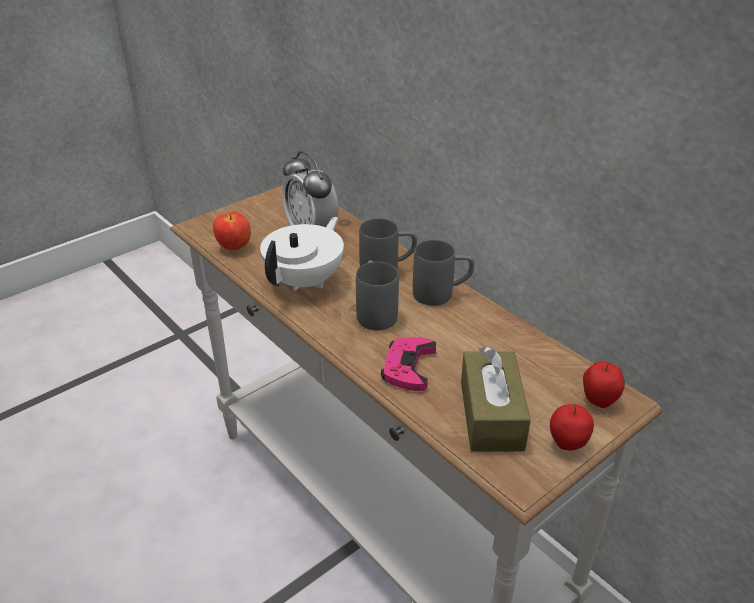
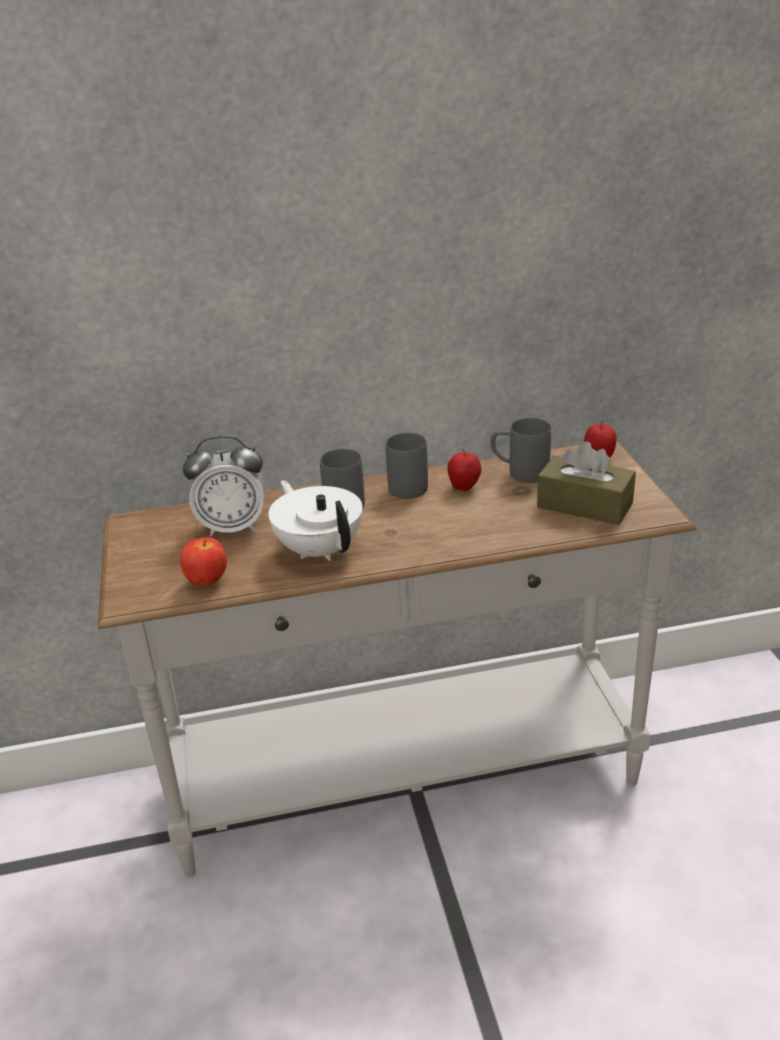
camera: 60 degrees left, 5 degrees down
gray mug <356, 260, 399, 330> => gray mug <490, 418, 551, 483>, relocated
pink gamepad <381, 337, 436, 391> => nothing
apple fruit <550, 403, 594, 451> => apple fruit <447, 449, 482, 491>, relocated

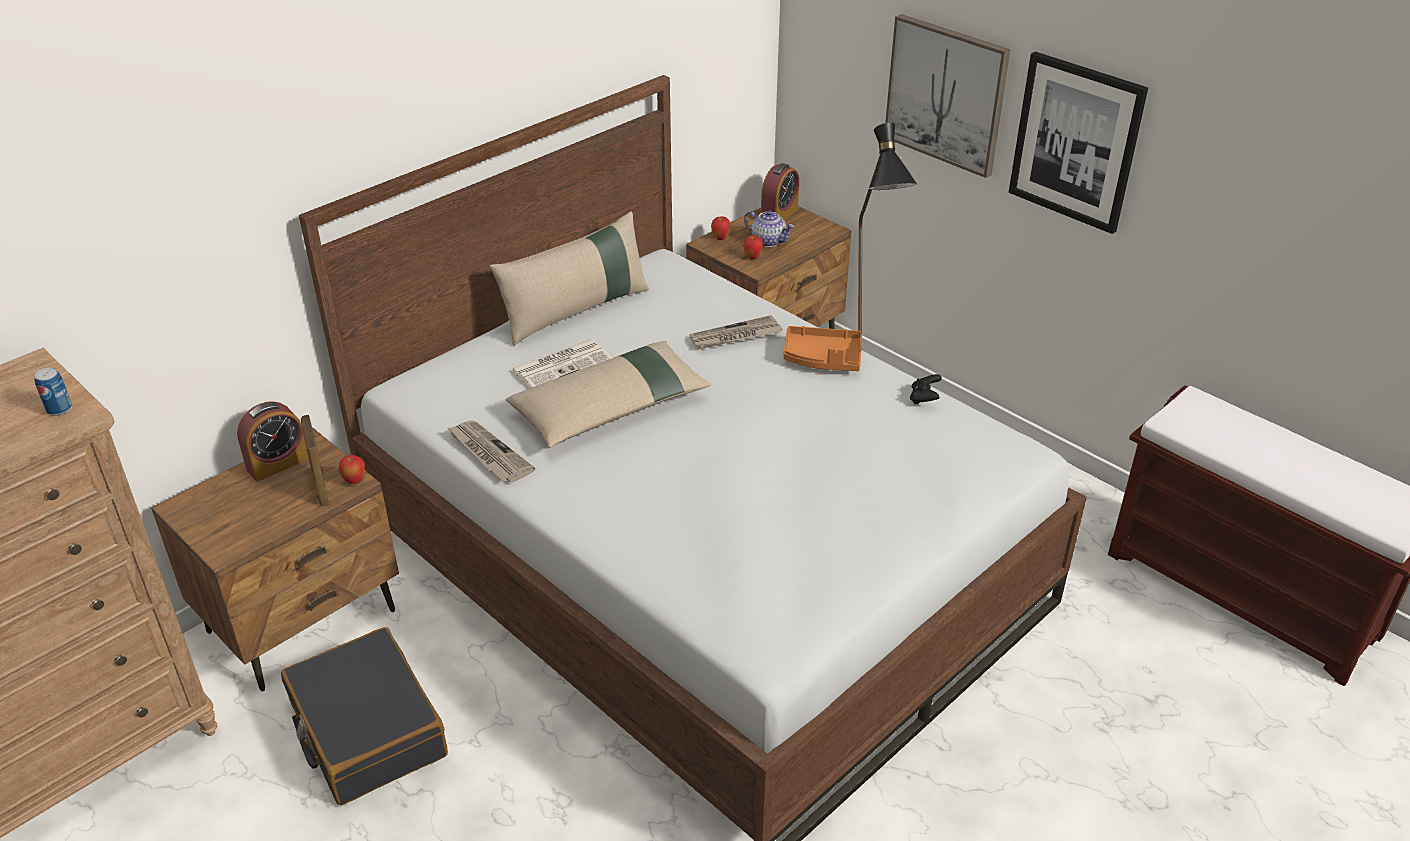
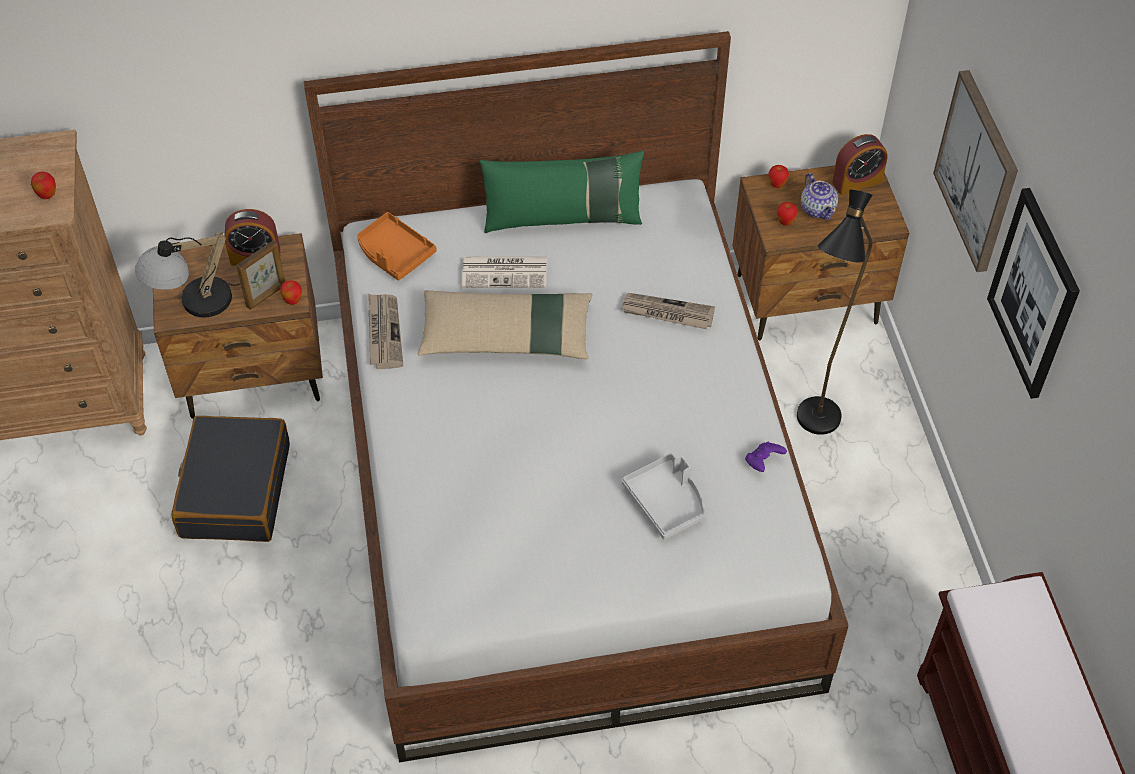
camera: 35 degrees right, 15 degrees up
sealed can <34, 368, 72, 416> => apple fruit <31, 172, 56, 199>
photo frame <301, 415, 330, 507> => photo frame <236, 240, 285, 310>, 150 degrees counterclockwise
sand-coloured throw pillow <490, 212, 649, 346> => greenish throw pillow <480, 151, 644, 233>
orange-coloured carrying tray <784, 326, 862, 371> => orange-coloured carrying tray <357, 212, 436, 281>, relocated
black gamepad <910, 374, 942, 404> => purple gamepad <745, 442, 787, 472>
nothing => tabletop lamp <135, 232, 241, 317>
nothing => gray carrying tray <622, 454, 705, 540>

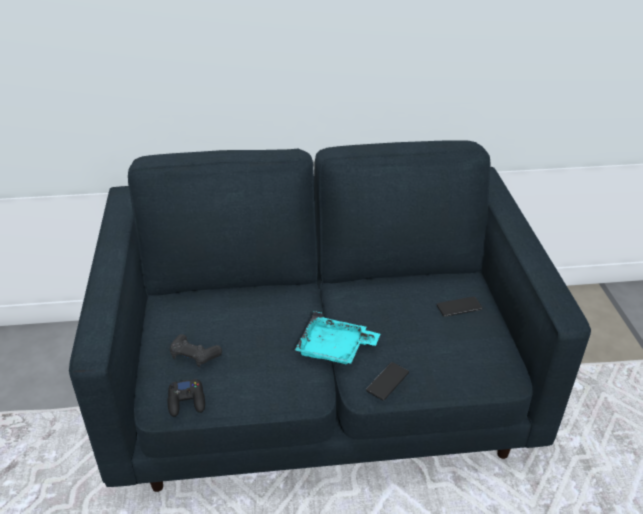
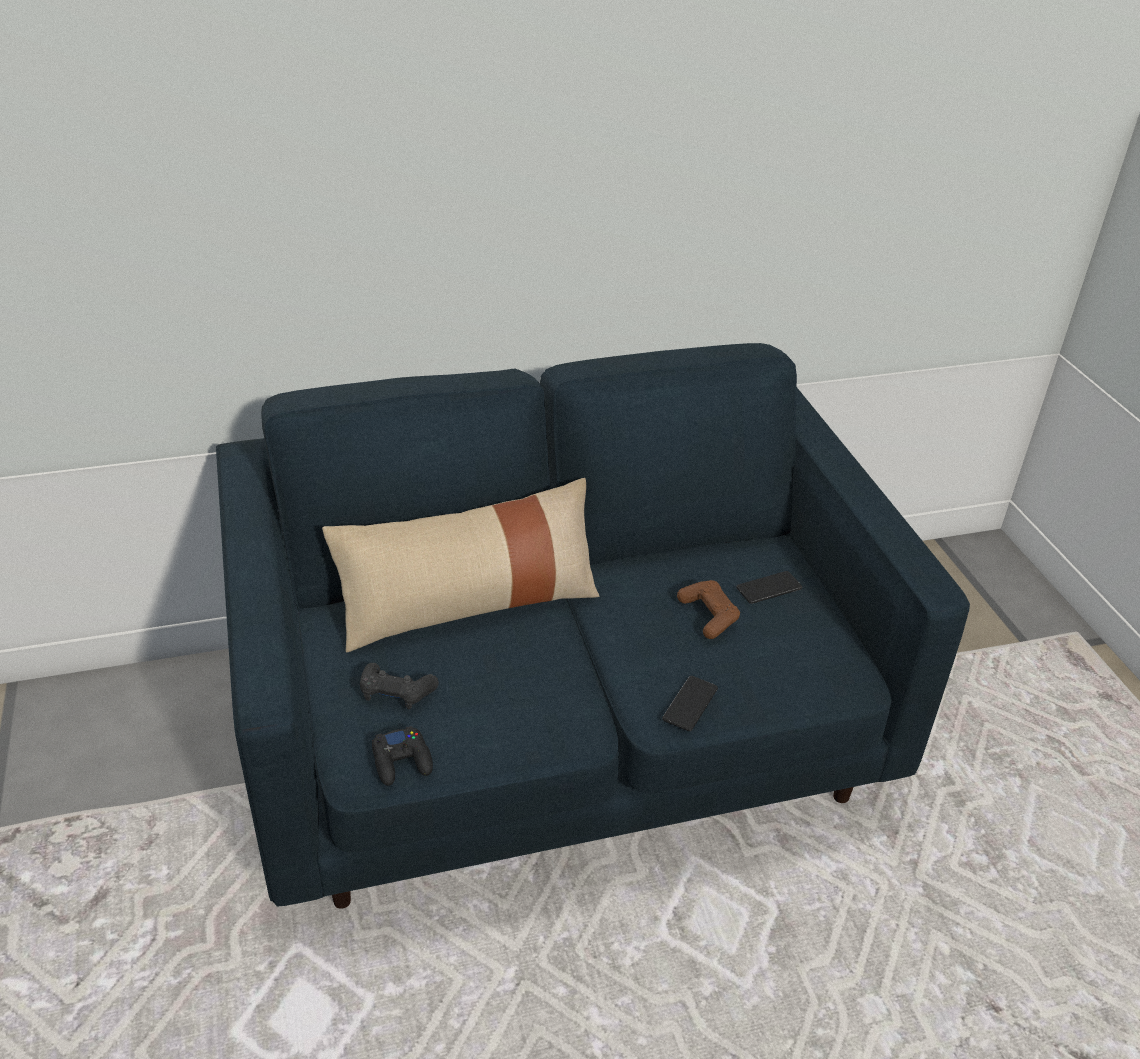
camera: 10 degrees left, 0 degrees up
turquoise carrying tray <295, 311, 380, 365> => nothing
nothing => sand-coloured throw pillow <322, 478, 600, 652>
nothing => brown gamepad <677, 580, 740, 639>

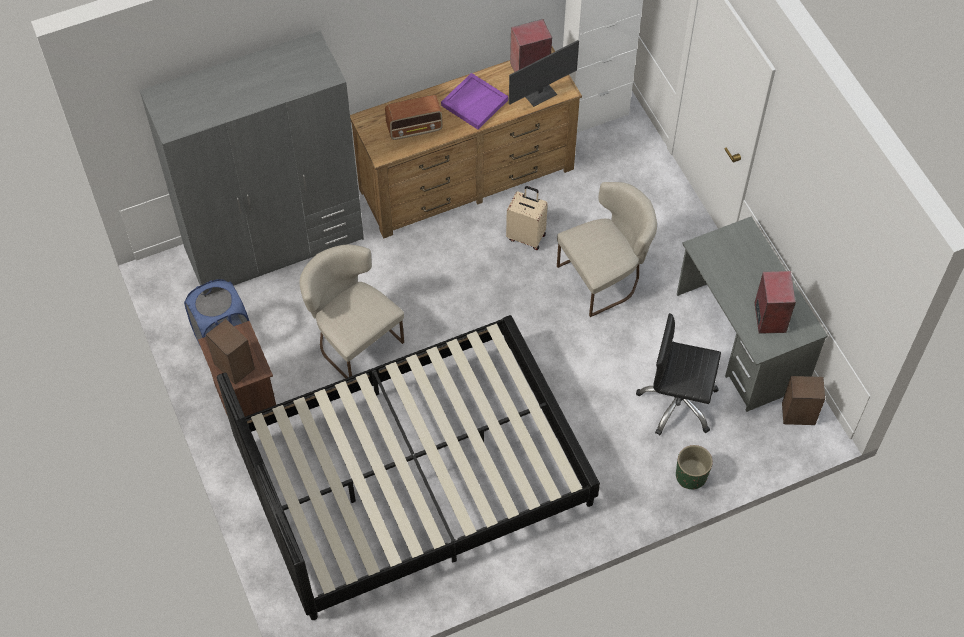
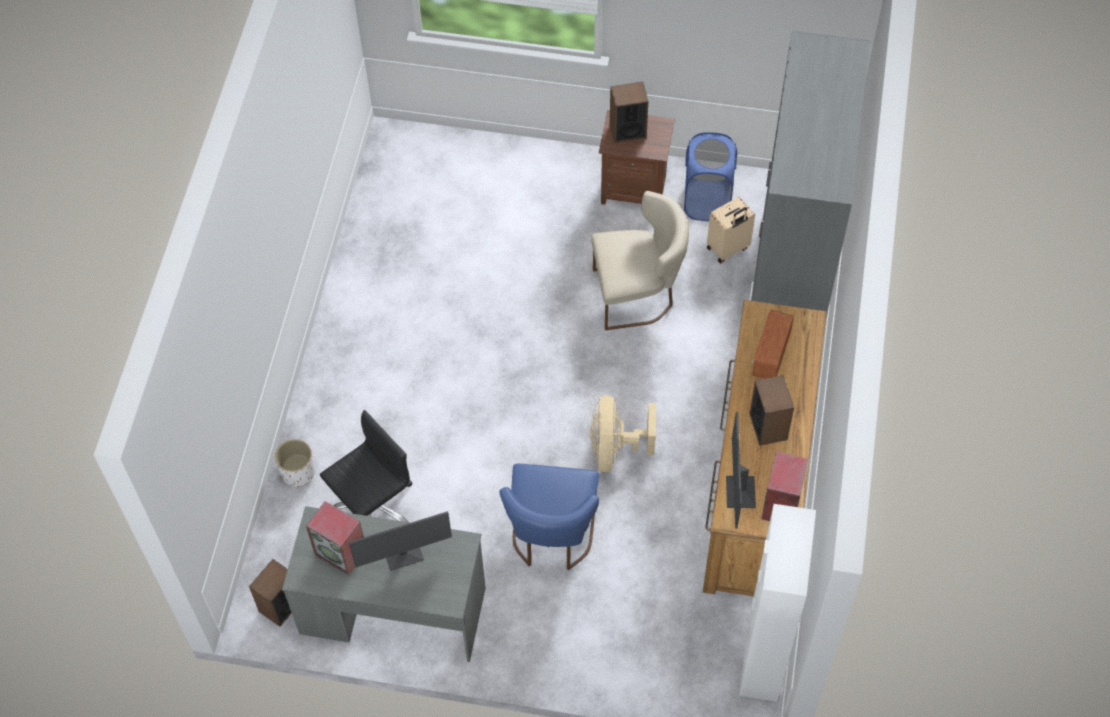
camera: 125 degrees right, 0 degrees up
black sleeping bed <217, 315, 600, 620> => nothing
purple carrying tray <441, 73, 508, 129> => speaker <749, 375, 794, 446>
sand-coloured travel case <506, 186, 548, 250> => sand-coloured travel case <707, 197, 755, 263>, relocated
sand-coloured chair <557, 182, 657, 317> => bluish chair <499, 464, 599, 570>
greenish planter <676, 445, 713, 489> => white planter <275, 439, 315, 487>
nothing => computer display <349, 511, 452, 571>
nothing => sand-coloured electric fan <590, 396, 656, 472>

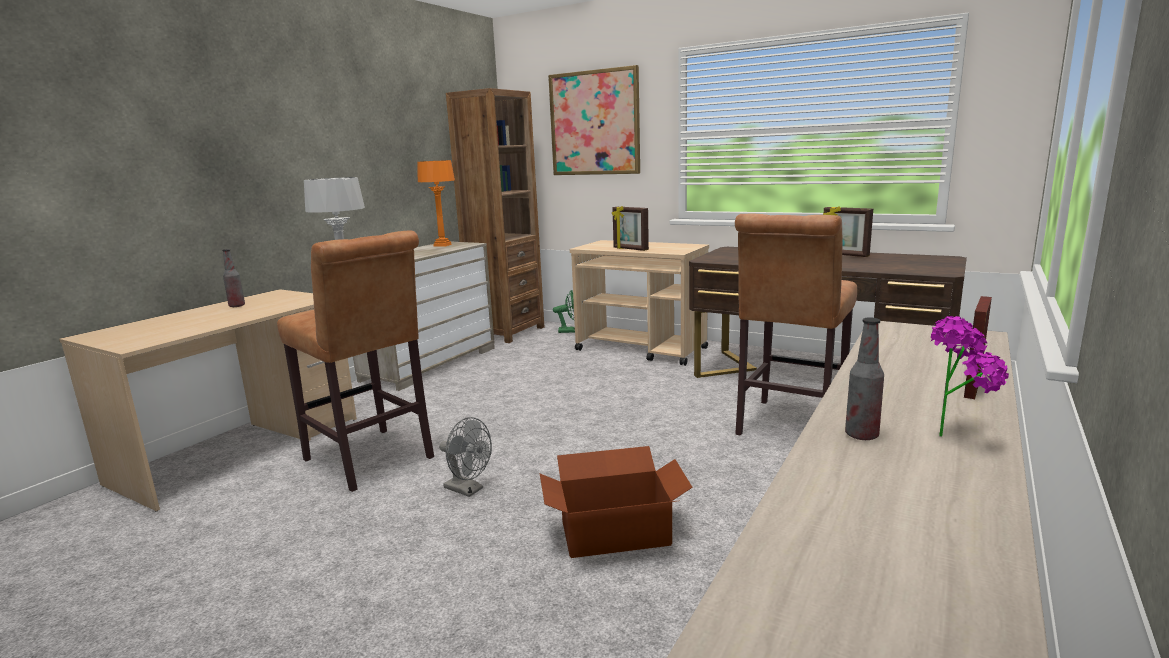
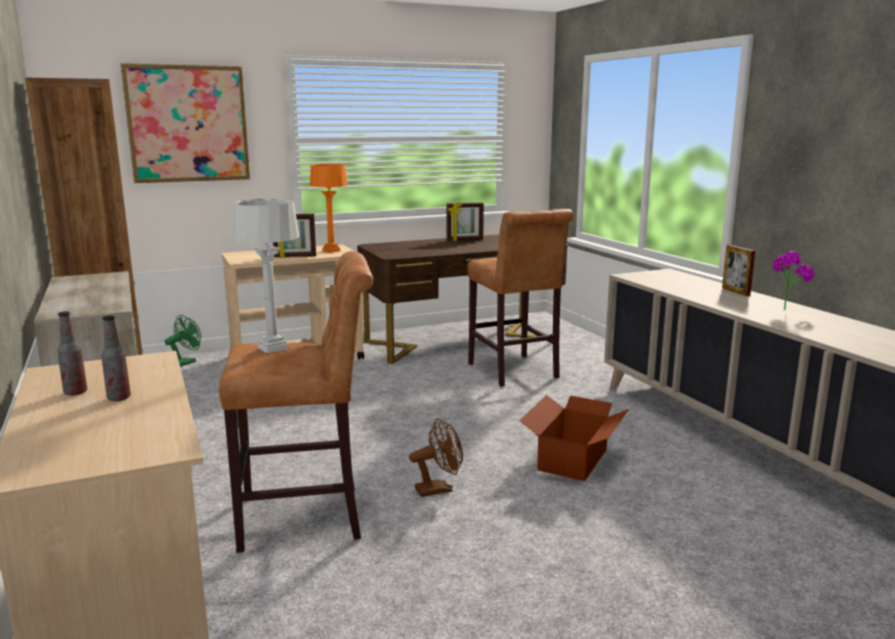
camera: 55 degrees left, 0 degrees up
orange-coloured tabletop lamp <417, 160, 455, 247> => orange-coloured tabletop lamp <310, 164, 347, 253>, relocated
gray electric fan <439, 417, 492, 497> => brown electric fan <409, 419, 463, 497>
drink bottle <845, 317, 884, 440> => drink bottle <101, 316, 131, 401>, relocated

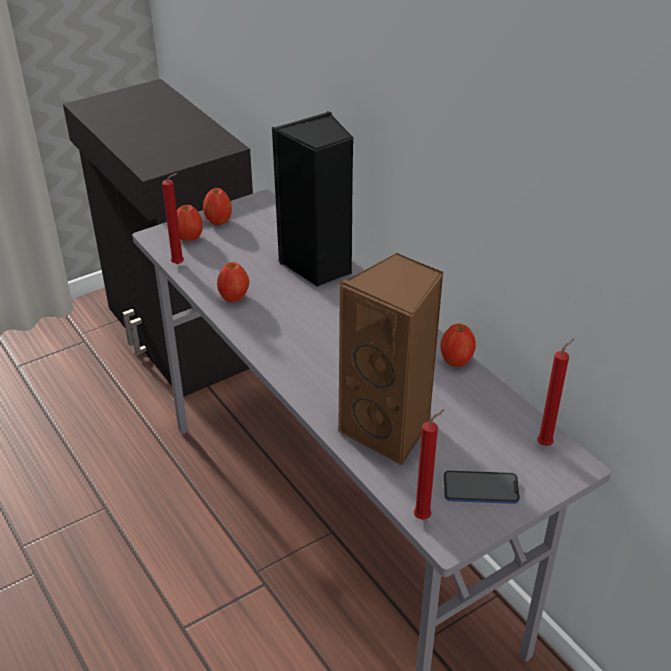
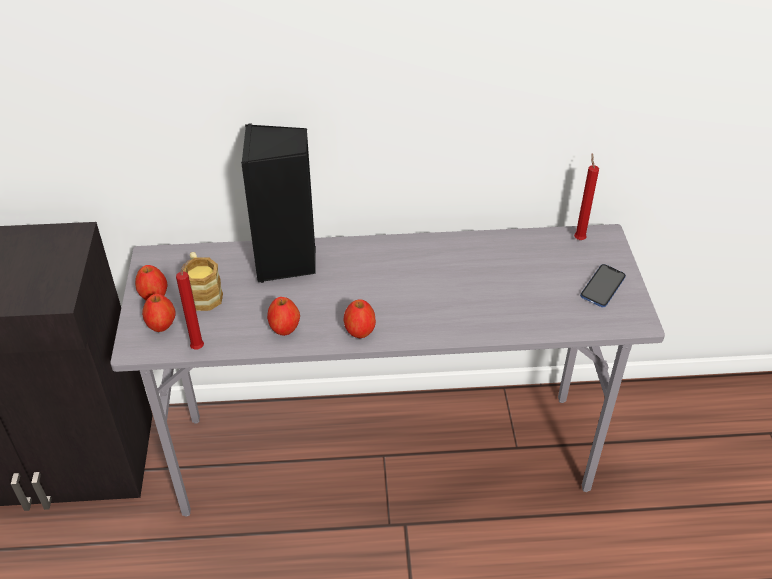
camera: 60 degrees left, 5 degrees up
brown speaker <338, 253, 443, 466> => nothing
red wax candle <414, 409, 444, 520> => nothing
apple fruit <440, 324, 476, 367> => apple fruit <343, 299, 376, 338>, relocated
nothing => mug <183, 252, 223, 311>

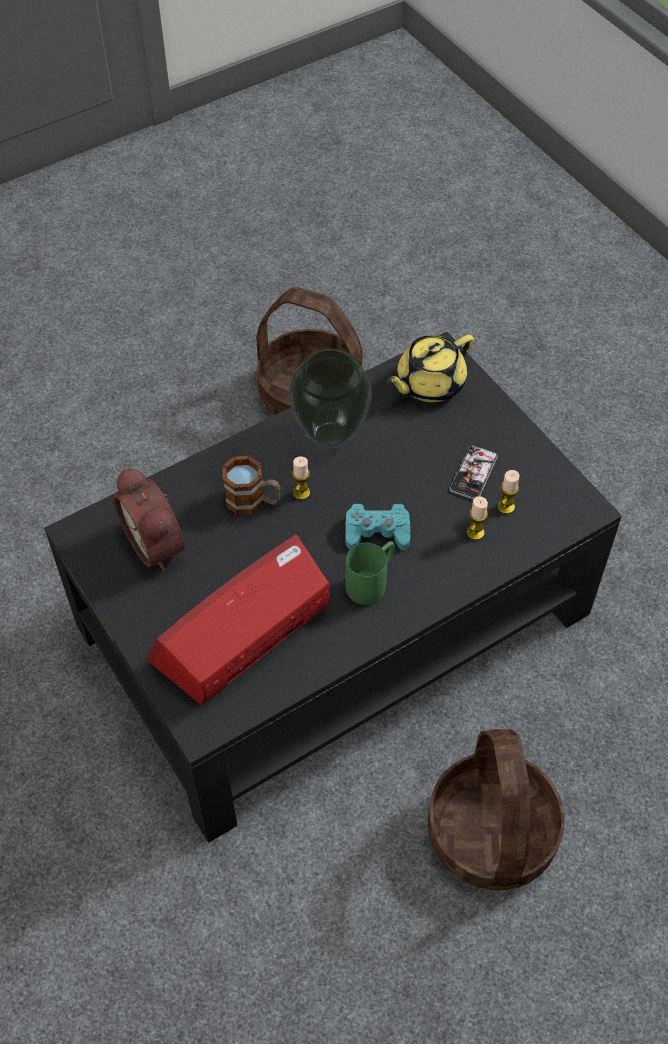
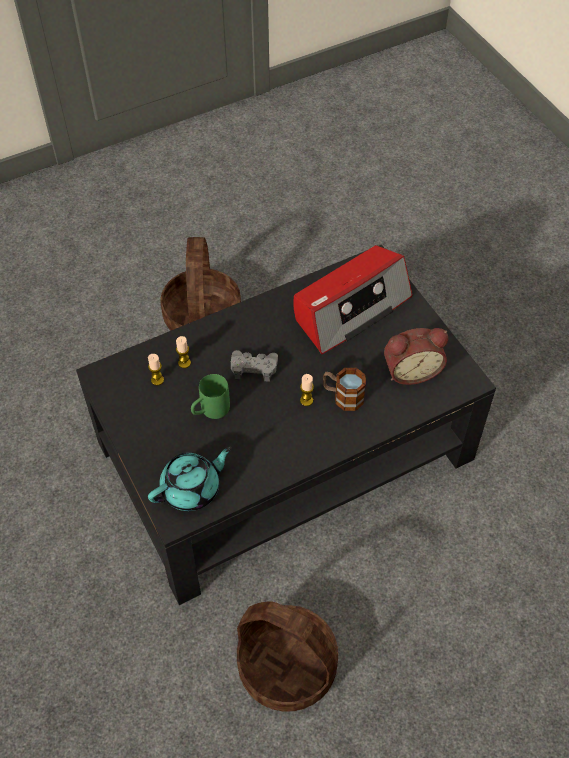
camera: 175 degrees left, 0 degrees up
alarm clock <113, 467, 185, 571> => alarm clock <384, 328, 448, 385>, 105 degrees clockwise
vase <288, 349, 372, 448> => nothing
turquoise gamepad <345, 504, 410, 550> => gray gamepad <231, 350, 278, 382>
greenish mug <345, 541, 395, 605> => greenish mug <191, 374, 230, 419>, relocated
yellow tea pot <386, 335, 474, 402> => turquoise tea pot <148, 447, 232, 511>
telephone <450, 446, 498, 500> => nothing

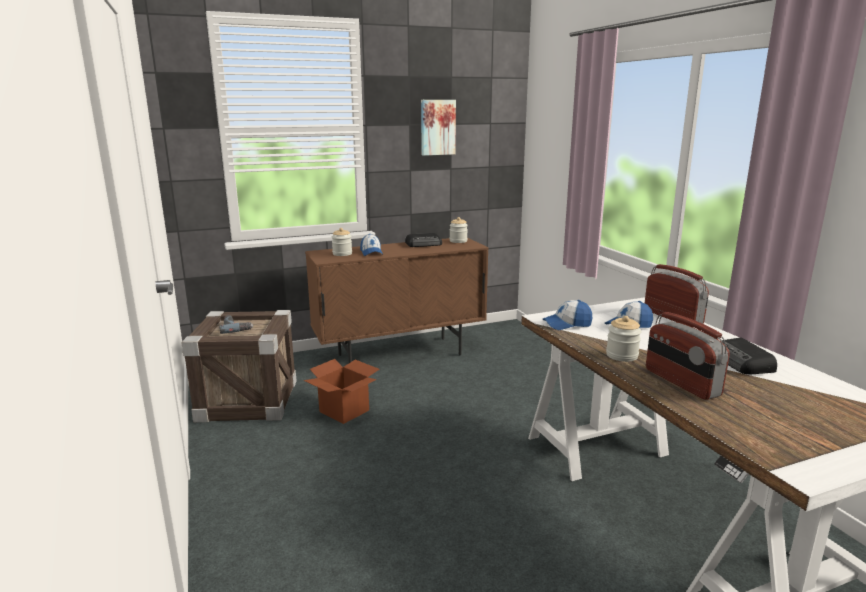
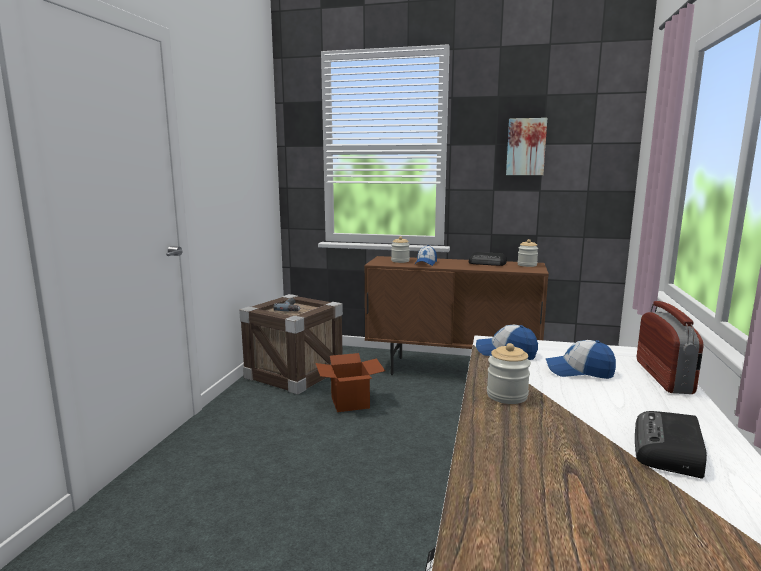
camera: 35 degrees right, 5 degrees down
radio receiver <646, 312, 730, 400> => nothing

